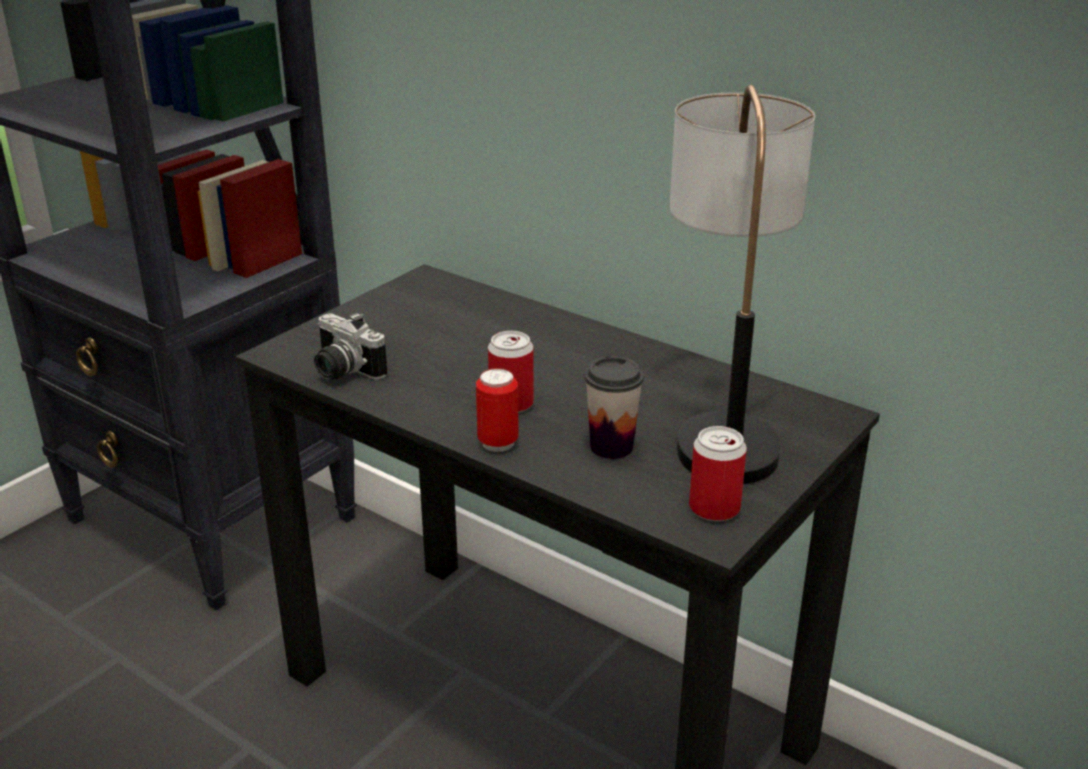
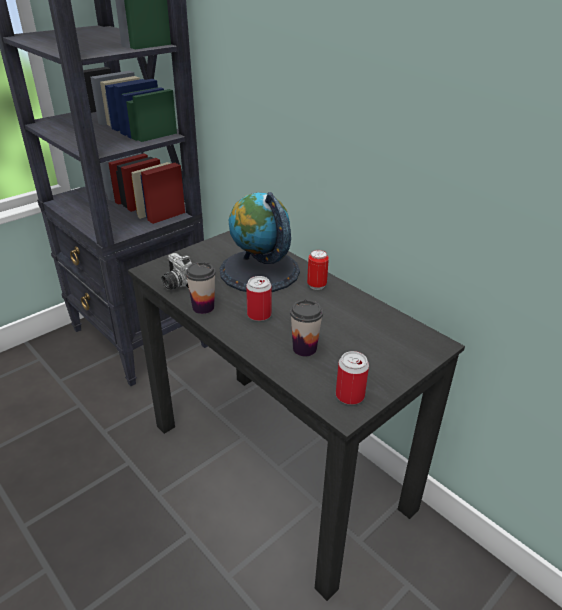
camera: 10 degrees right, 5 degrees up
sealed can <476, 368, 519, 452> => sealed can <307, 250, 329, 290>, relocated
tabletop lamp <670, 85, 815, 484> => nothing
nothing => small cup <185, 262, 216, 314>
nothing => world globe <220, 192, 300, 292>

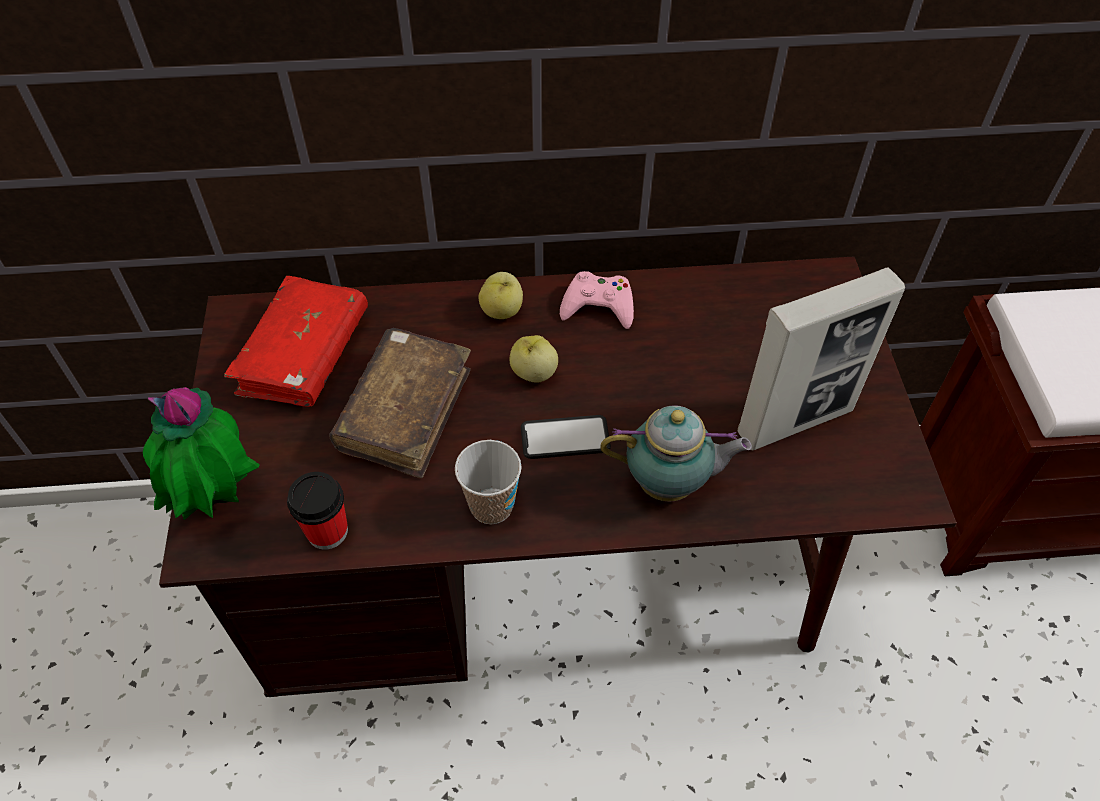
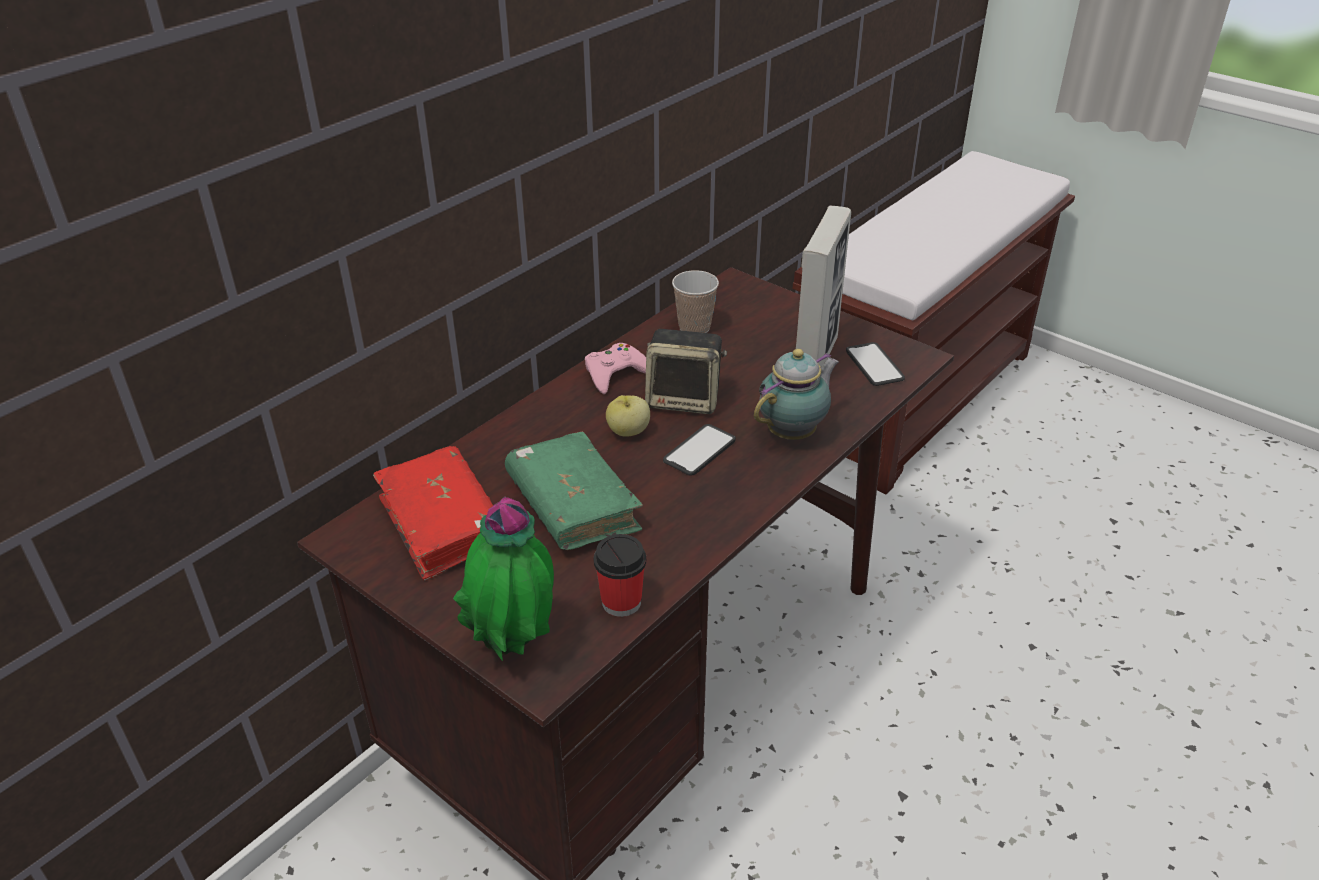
camera: 45 degrees left, 15 degrees down
brown bound book <329, 328, 471, 478> => greenish bound book <505, 431, 643, 550>
small cup <455, 440, 521, 524> => small cup <672, 270, 719, 333>, relocated
apple fruit <479, 272, 523, 319> => nothing
nothing => speaker <645, 329, 727, 414>
nothing => telephone <846, 342, 905, 386>

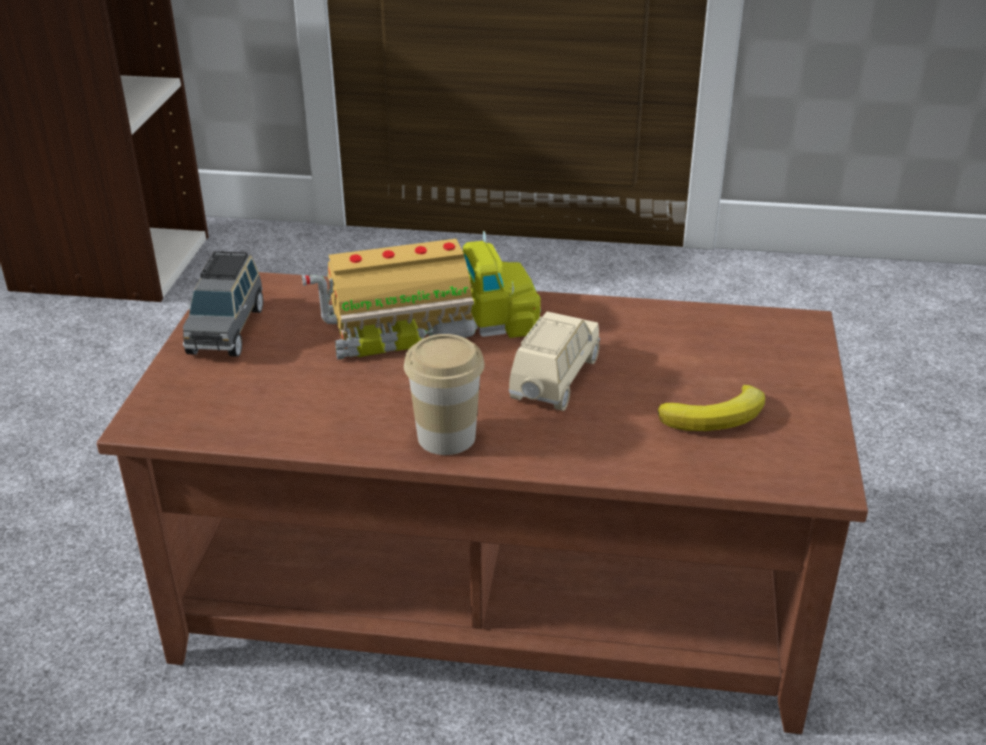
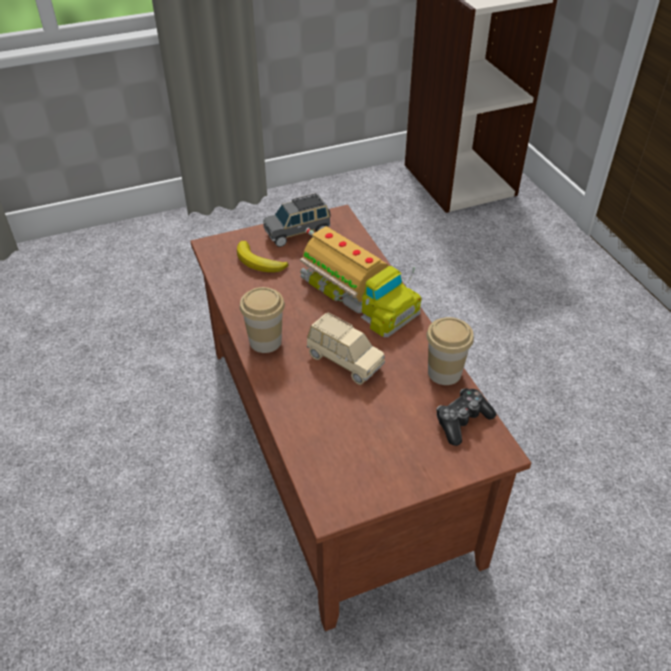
camera: 60 degrees right, 10 degrees up
sand-coloured model car <509, 312, 600, 411> => sand-coloured model car <307, 312, 385, 385>, 45 degrees clockwise
banana <658, 385, 765, 431> => banana <237, 241, 289, 272>, relocated
nothing => small cup <426, 317, 474, 385>
nothing => gamepad <436, 388, 496, 446>

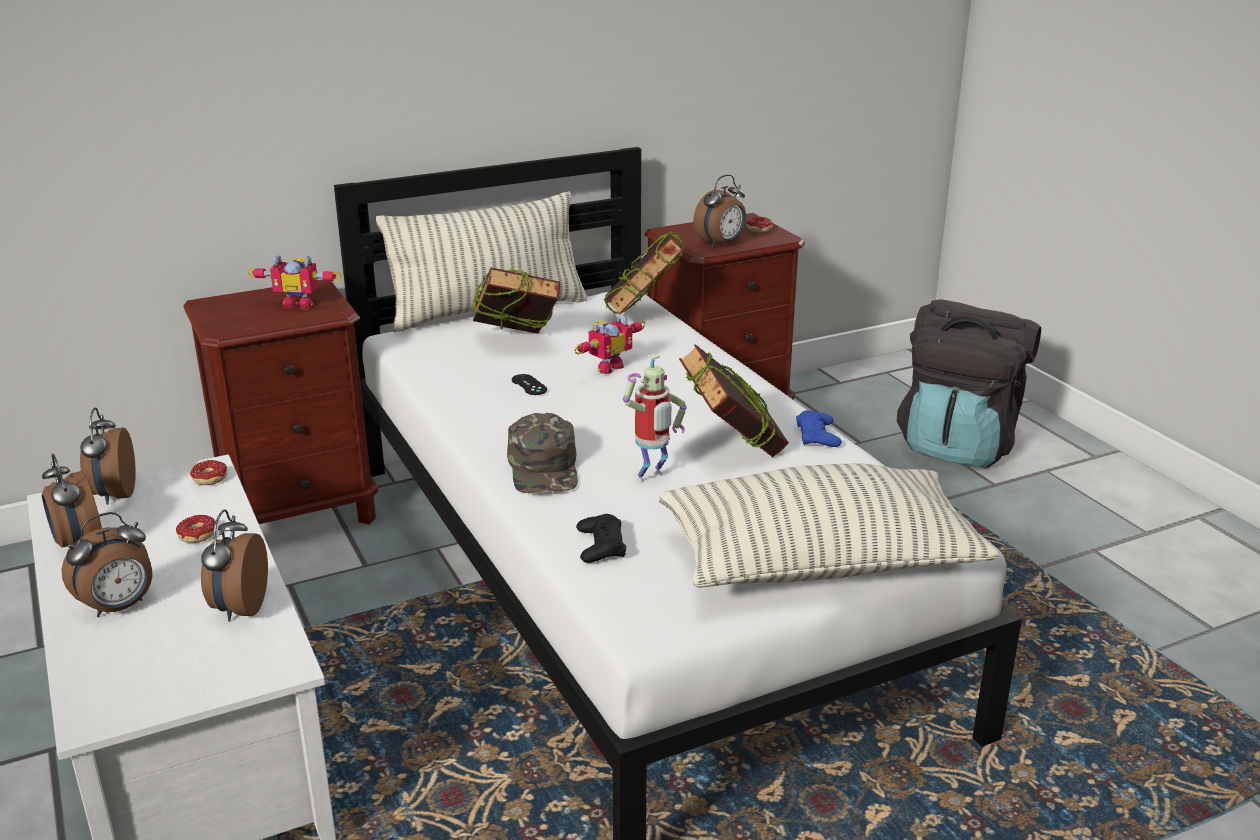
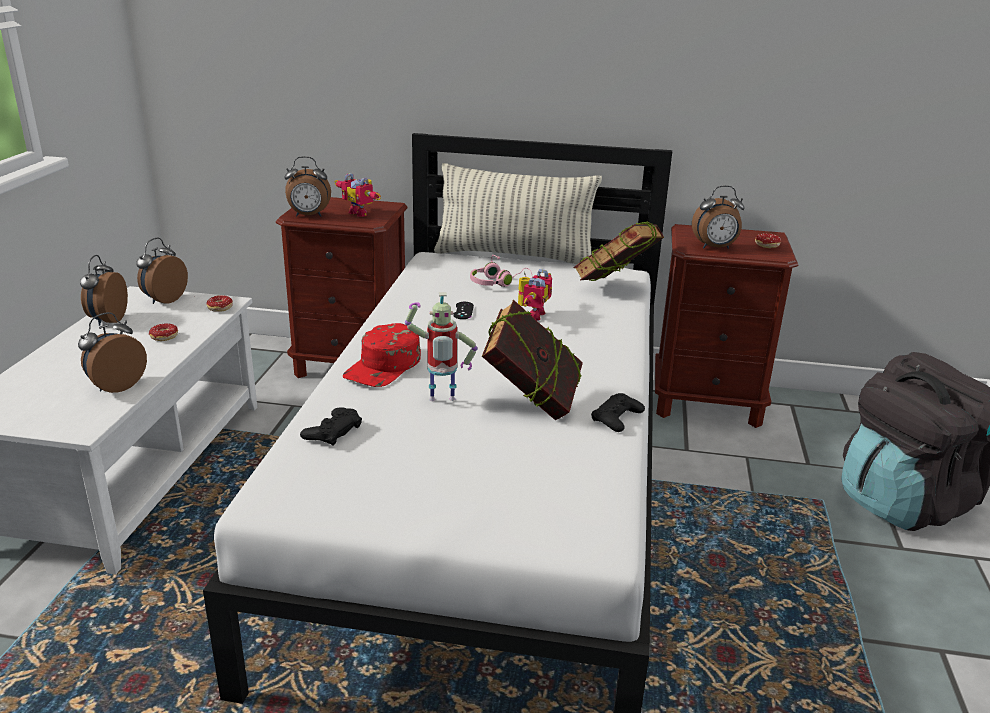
camera: 35 degrees right, 0 degrees up
alarm clock <62, 512, 152, 617> => alarm clock <285, 156, 331, 217>, relocated
bound book <472, 267, 560, 334> => pink pair of headphones <470, 255, 532, 287>
greenish baseball cap <507, 413, 578, 493> => red baseball cap <343, 323, 421, 387>
robot figure <574, 314, 645, 374> => robot figure <518, 269, 552, 321>, 60 degrees counterclockwise
throw pillow <659, 463, 999, 588> => nothing
bluish gamepad <796, 410, 842, 447> => black gamepad <591, 393, 645, 432>

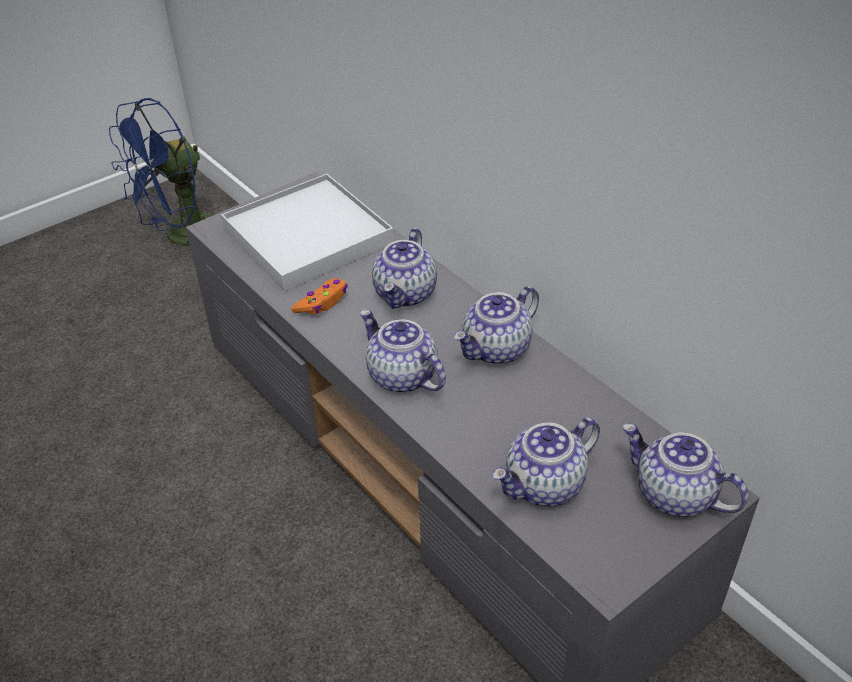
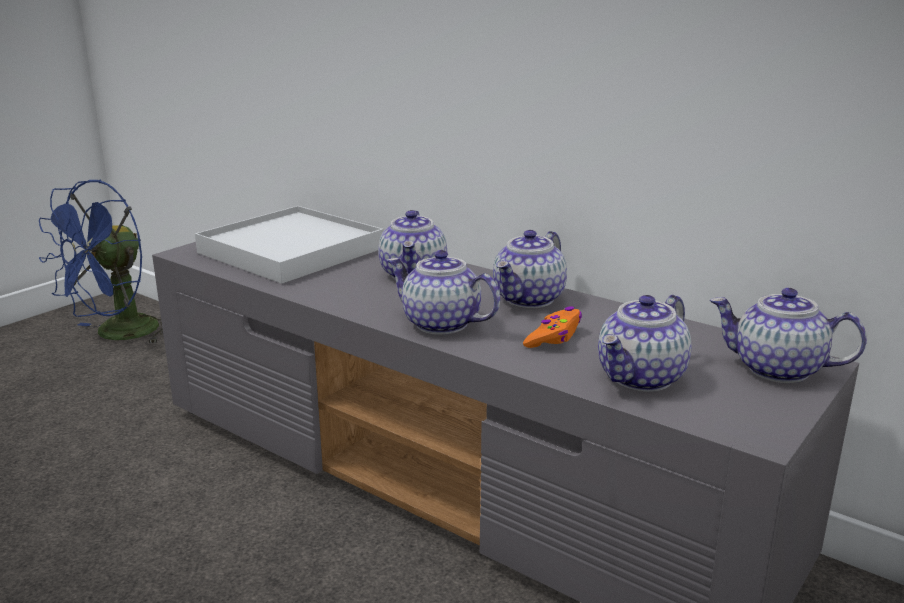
camera: 15 degrees left, 20 degrees down
orange-coloured gamepad <291, 278, 348, 314> => orange-coloured gamepad <523, 306, 582, 348>, relocated

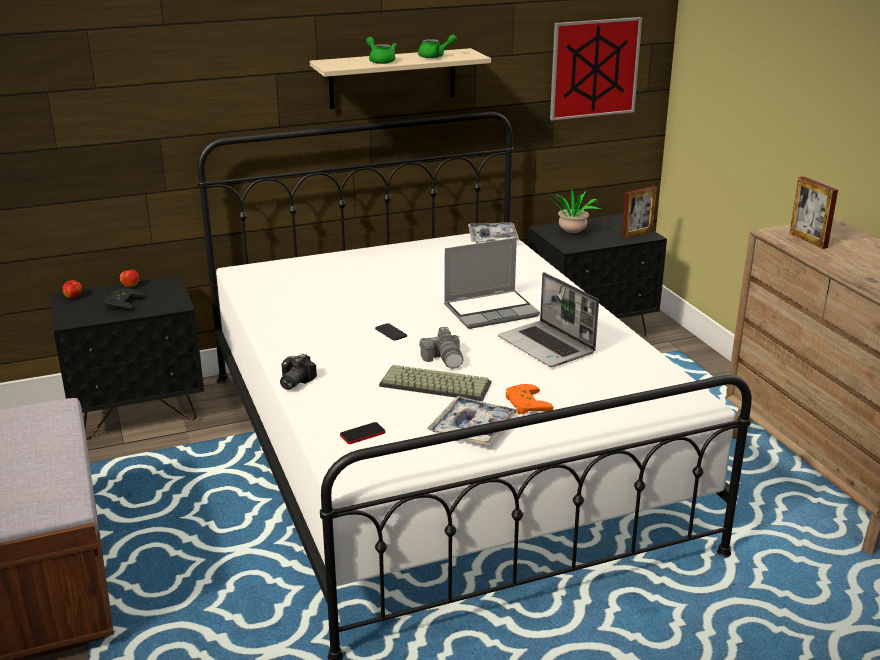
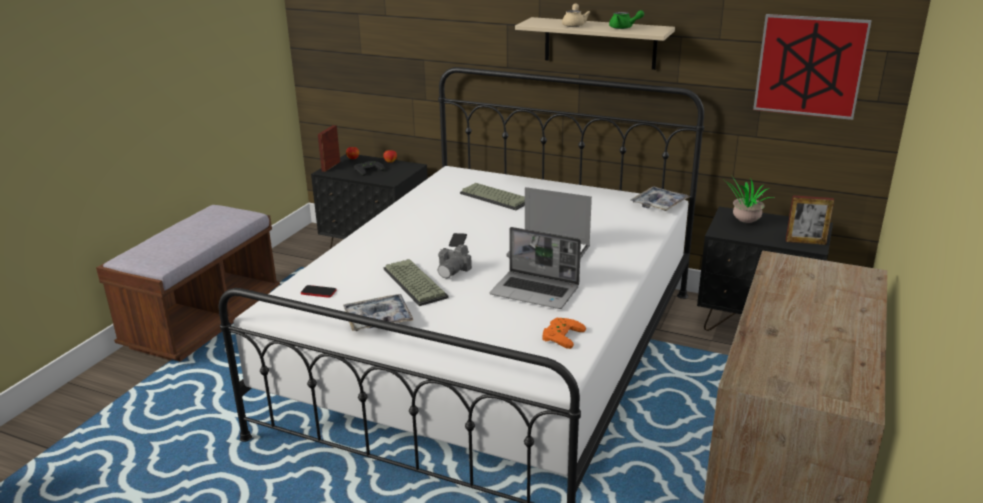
camera: 45 degrees right, 0 degrees up
photo camera <280, 354, 317, 390> => nothing
greenish tea pot <366, 37, 397, 64> => sand-coloured tea pot <562, 3, 591, 27>
notebook computer <498, 272, 599, 367> => notebook computer <490, 227, 581, 309>, 75 degrees counterclockwise
orange-coloured gamepad <506, 384, 554, 415> => orange-coloured gamepad <542, 318, 586, 349>, relocated
photo frame <789, 176, 838, 249> => photo frame <318, 125, 340, 172>, relocated
nothing => keyboard <460, 183, 525, 210>

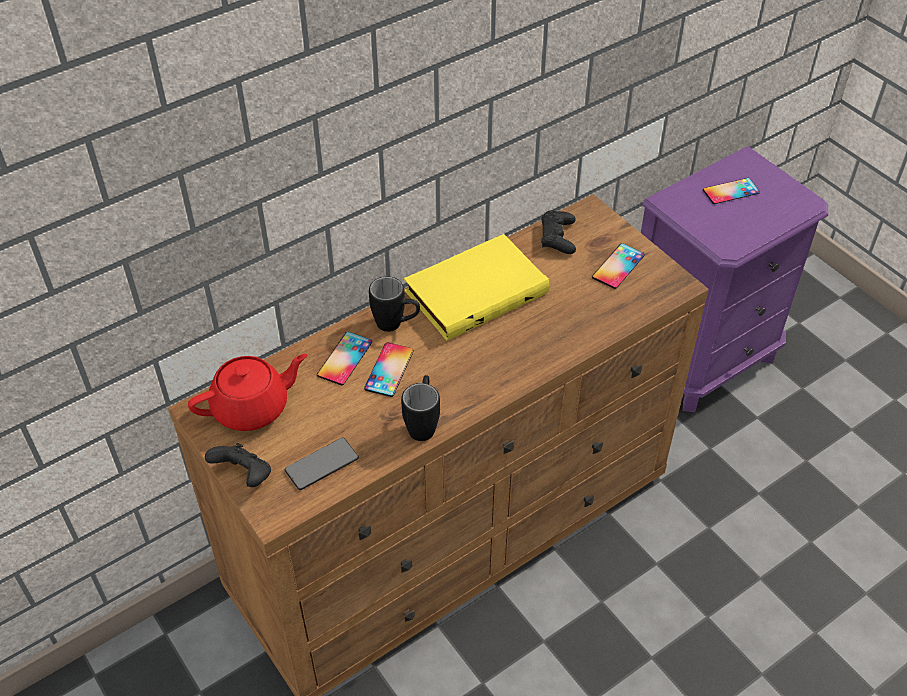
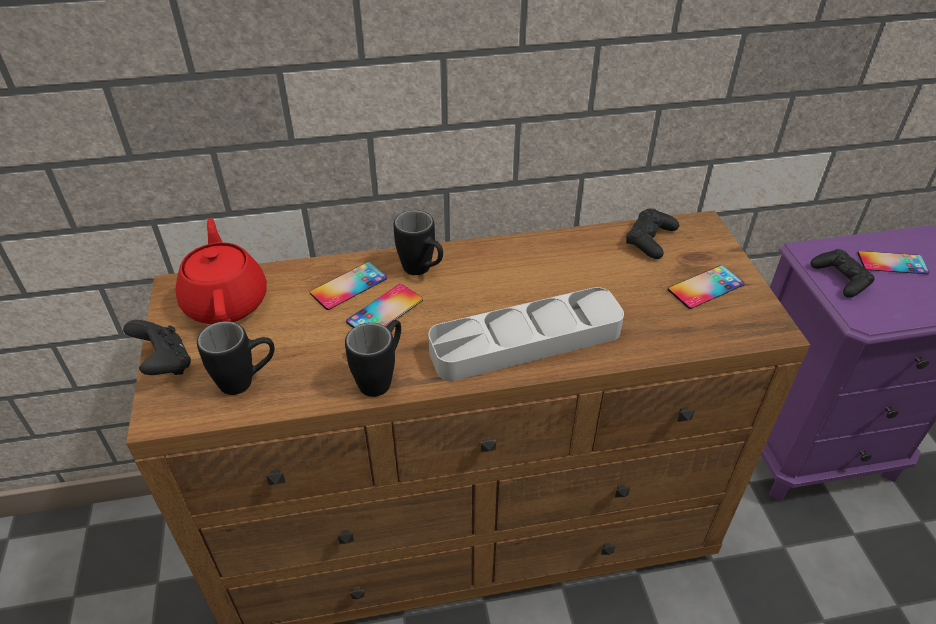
camera: 25 degrees right, 5 degrees down
red tea pot <188, 354, 307, 431> => red tea pot <175, 218, 267, 324>, 105 degrees counterclockwise
telephone <285, 438, 359, 490> => black mug <197, 321, 275, 395>
yellow bound book <404, 234, 550, 341> => nothing
nothing => gray carrying tray <428, 287, 624, 381>
nothing => black gamepad <811, 249, 875, 298>

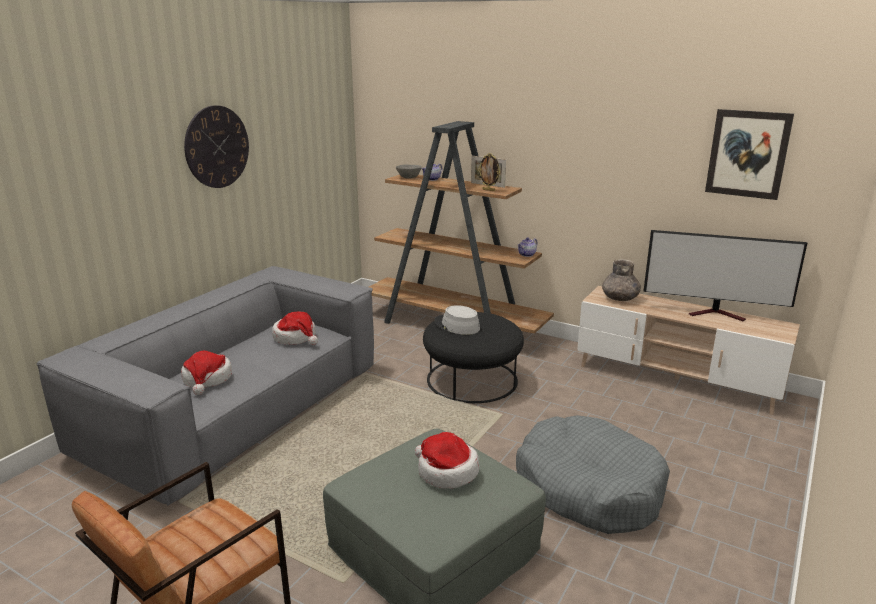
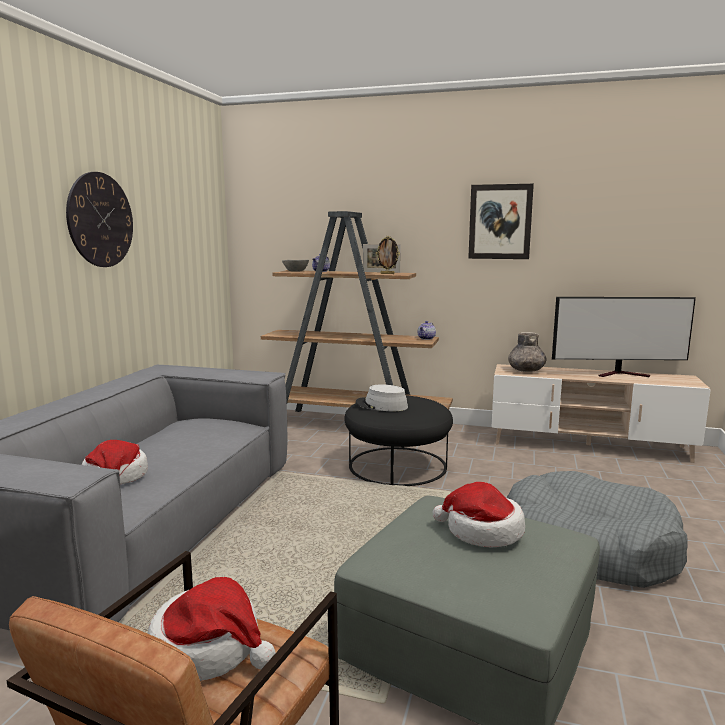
camera: 15 degrees left, 10 degrees down
hat <272, 312, 318, 345> => hat <147, 577, 276, 681>, relocated
wall picture <705, 109, 794, 200> => wall picture <468, 184, 534, 259>, relocated

